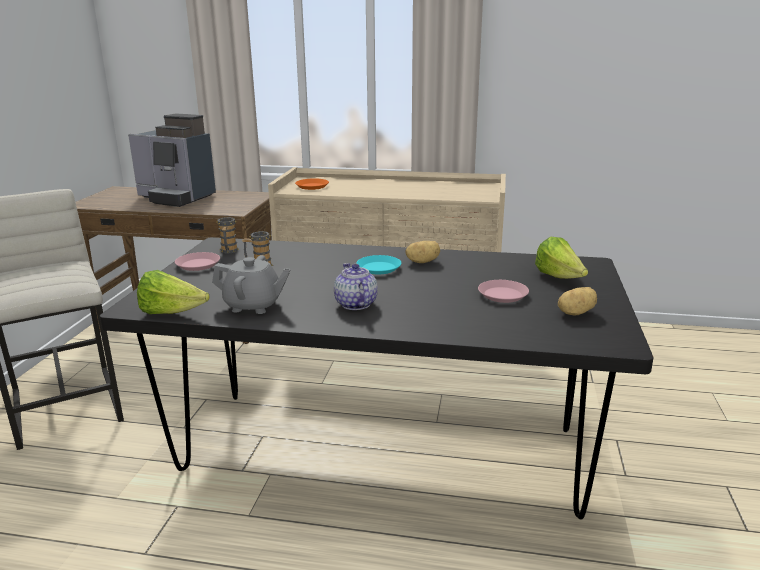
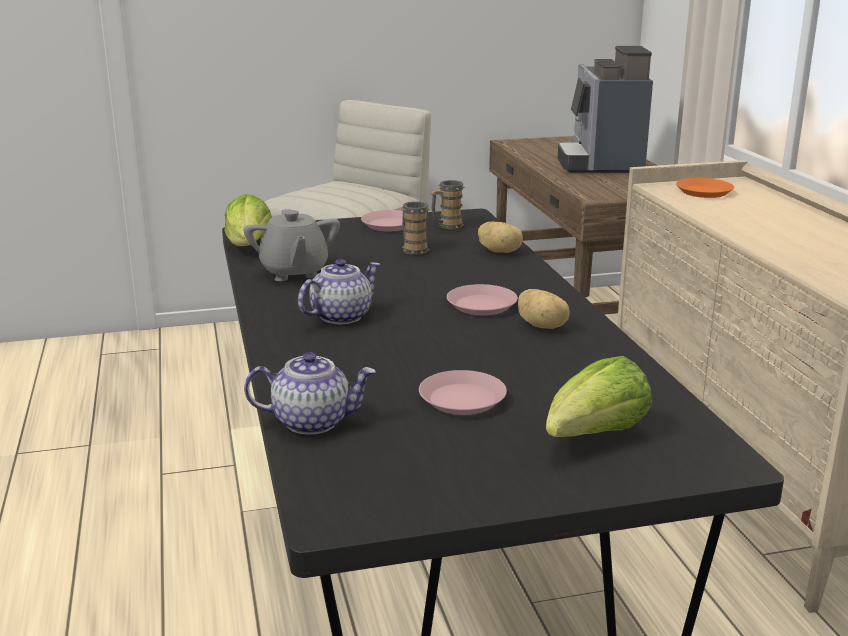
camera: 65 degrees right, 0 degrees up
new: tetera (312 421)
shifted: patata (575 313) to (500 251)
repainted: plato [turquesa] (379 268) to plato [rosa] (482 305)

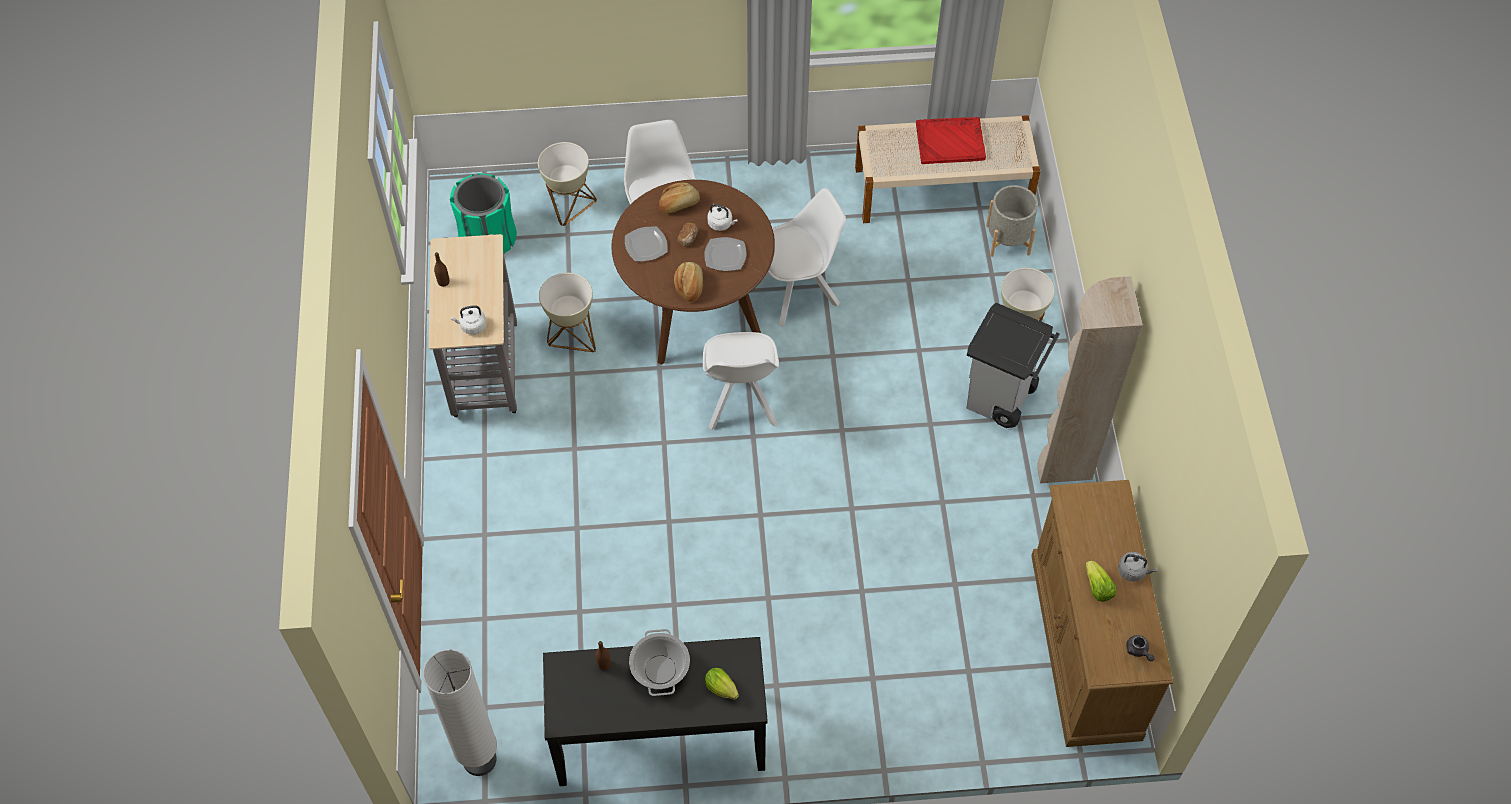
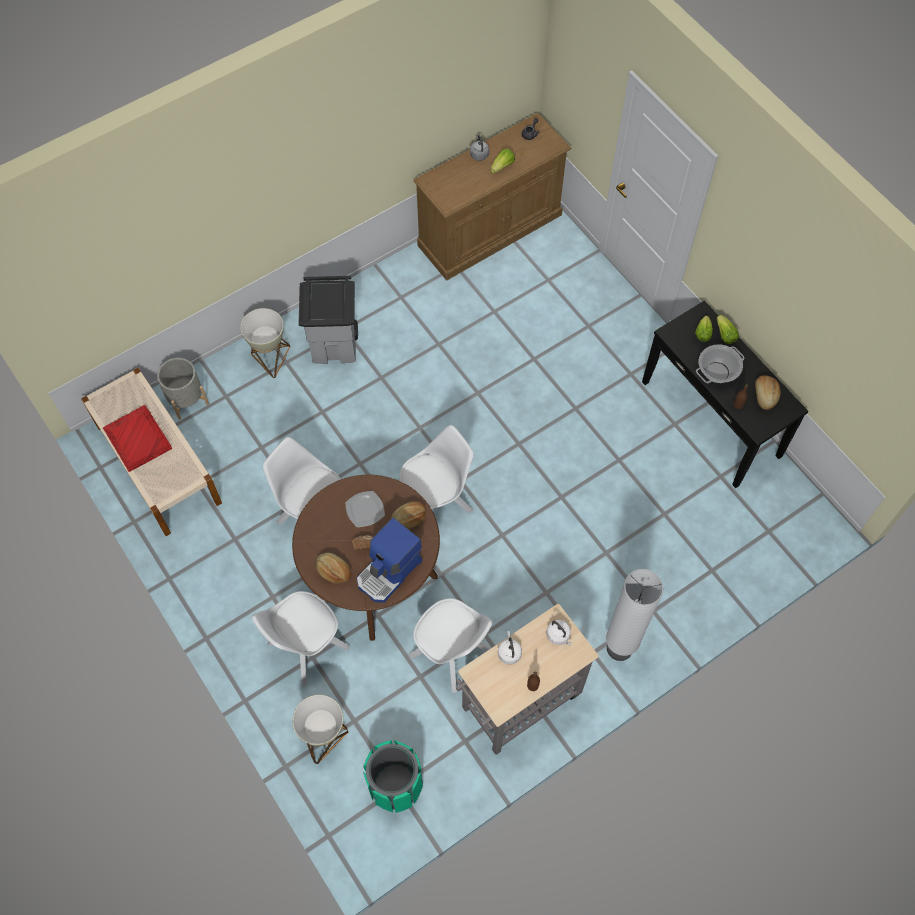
camera: 120 degrees left, 5 degrees up
gone: estantería [beis] (1062 464)
new: lechuga (725 335); pan (764 395)
shifted: hervidor [blanco] (721 224) to (509 652); lámpara de pie [blanco] (479 760) to (619 648)
swapped: plato (646 245) to cafetera (389 572); maceta (572 336) to silla [blanco] (451 654)

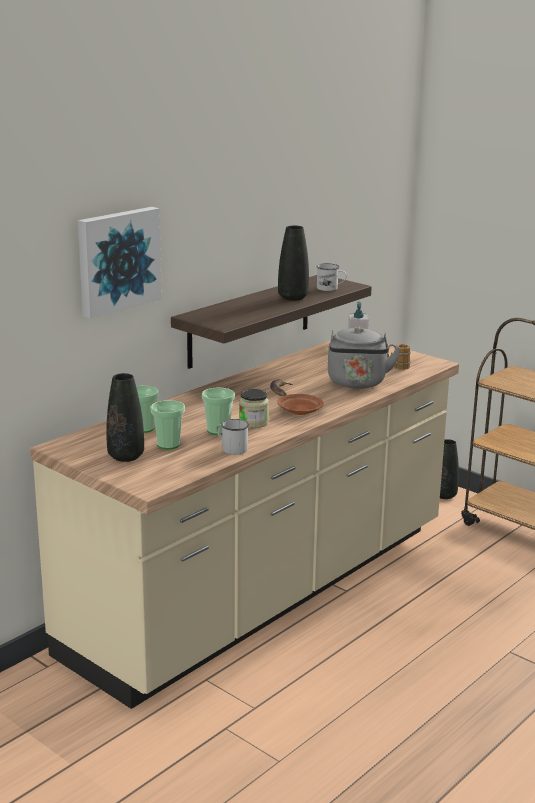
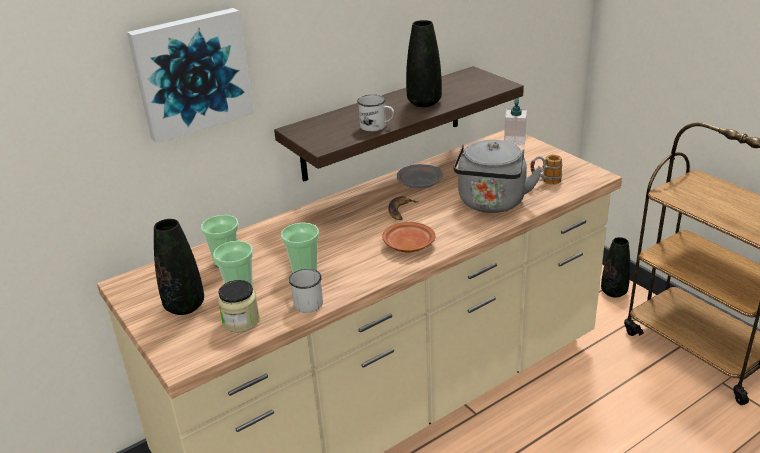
camera: 15 degrees right, 10 degrees up
new: plato [gris] (419 183)
shifted: tarro (253 422) to (241 321); taza grande [blanco] (330 288) to (377 126)

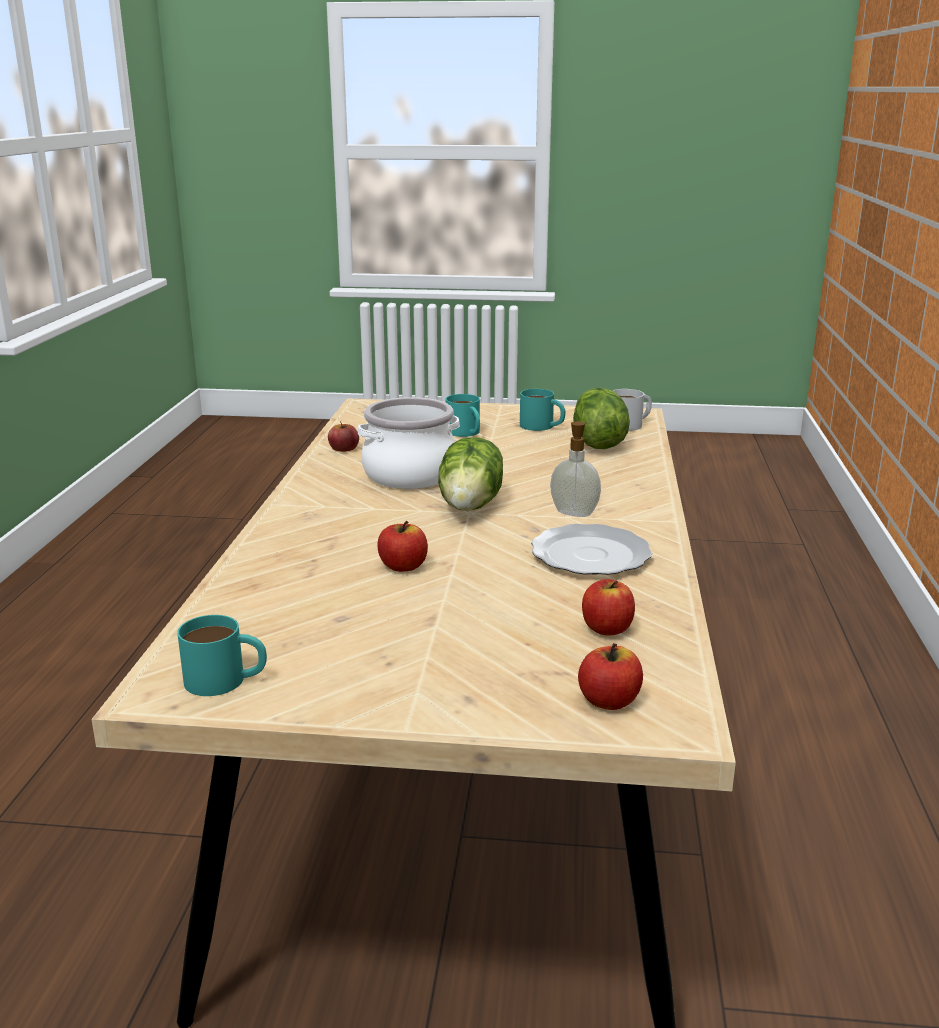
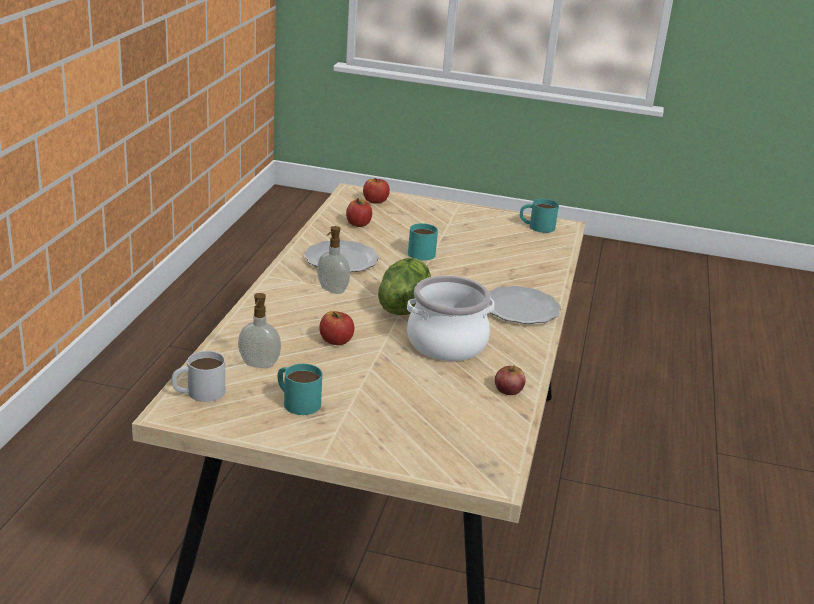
camera: 175 degrees left, 5 degrees up
new: plato (521 309)
shifted: manzana (403 566) to (336 341); taza grande [turquesa] (466 433) to (419 251)
swapped: lechuga (597 443) to dispensador de jabón (259 365)

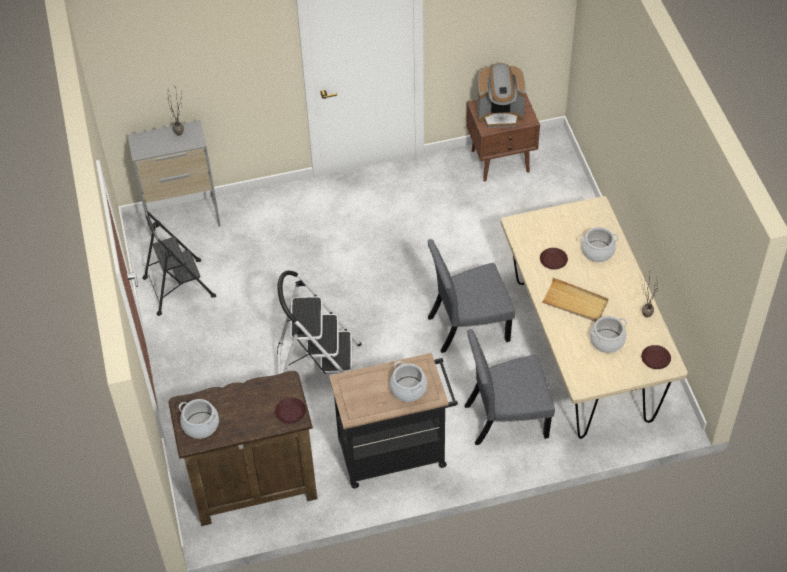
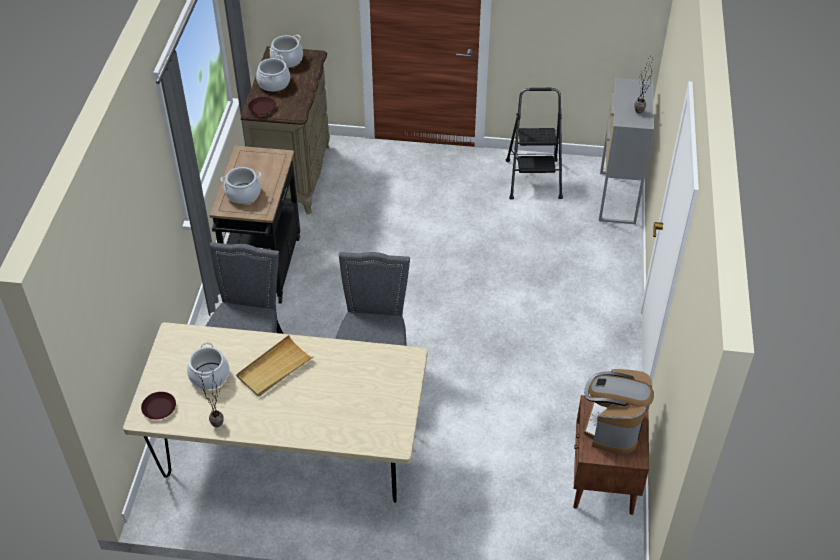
camera: 110 degrees right, 5 degrees down
gone: escalera de tijera (316 369); plato [marrón] (553 260)
shifted: olla (597 251) to (273 83)

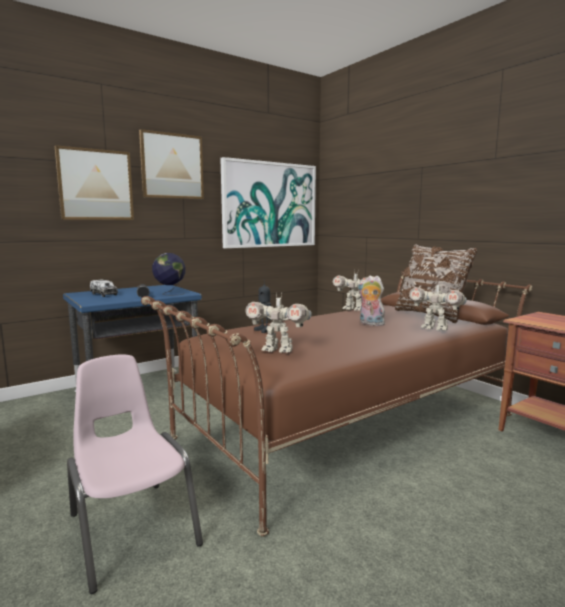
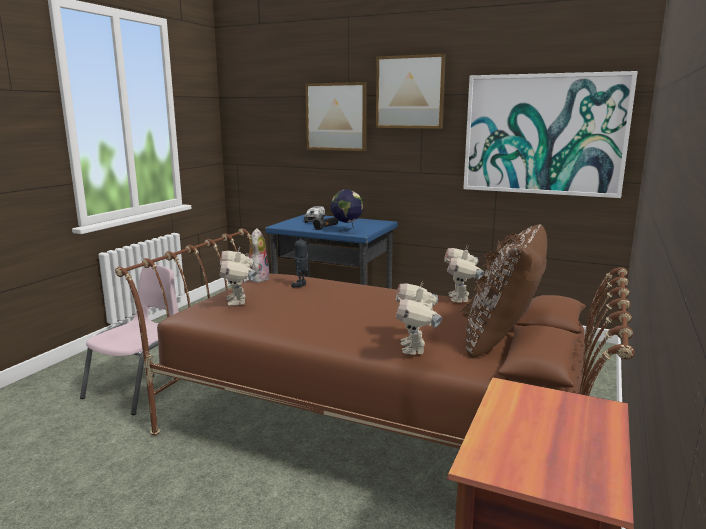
camera: 60 degrees right, 5 degrees up
shifted: peluche (370 324) to (257 278)

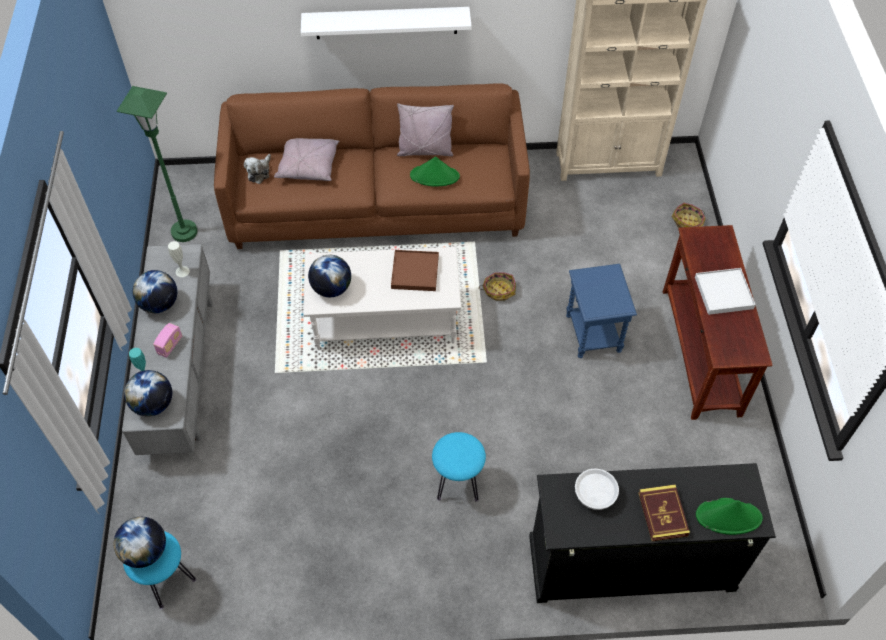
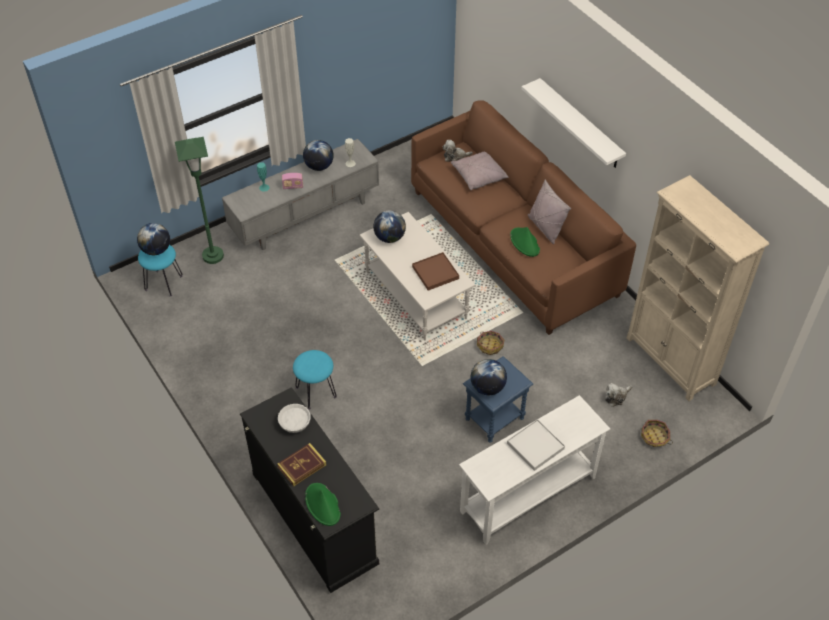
camera: 60 degrees right, 5 degrees down
new: peluche (616 397)
shifted: lámpara de pie [verde] (184 232) to (213 256); globo terráqueo (154 404) to (487 387)
repainted: mesa consola [marrón] (701 352) to mesa consola [blanco] (528 495)

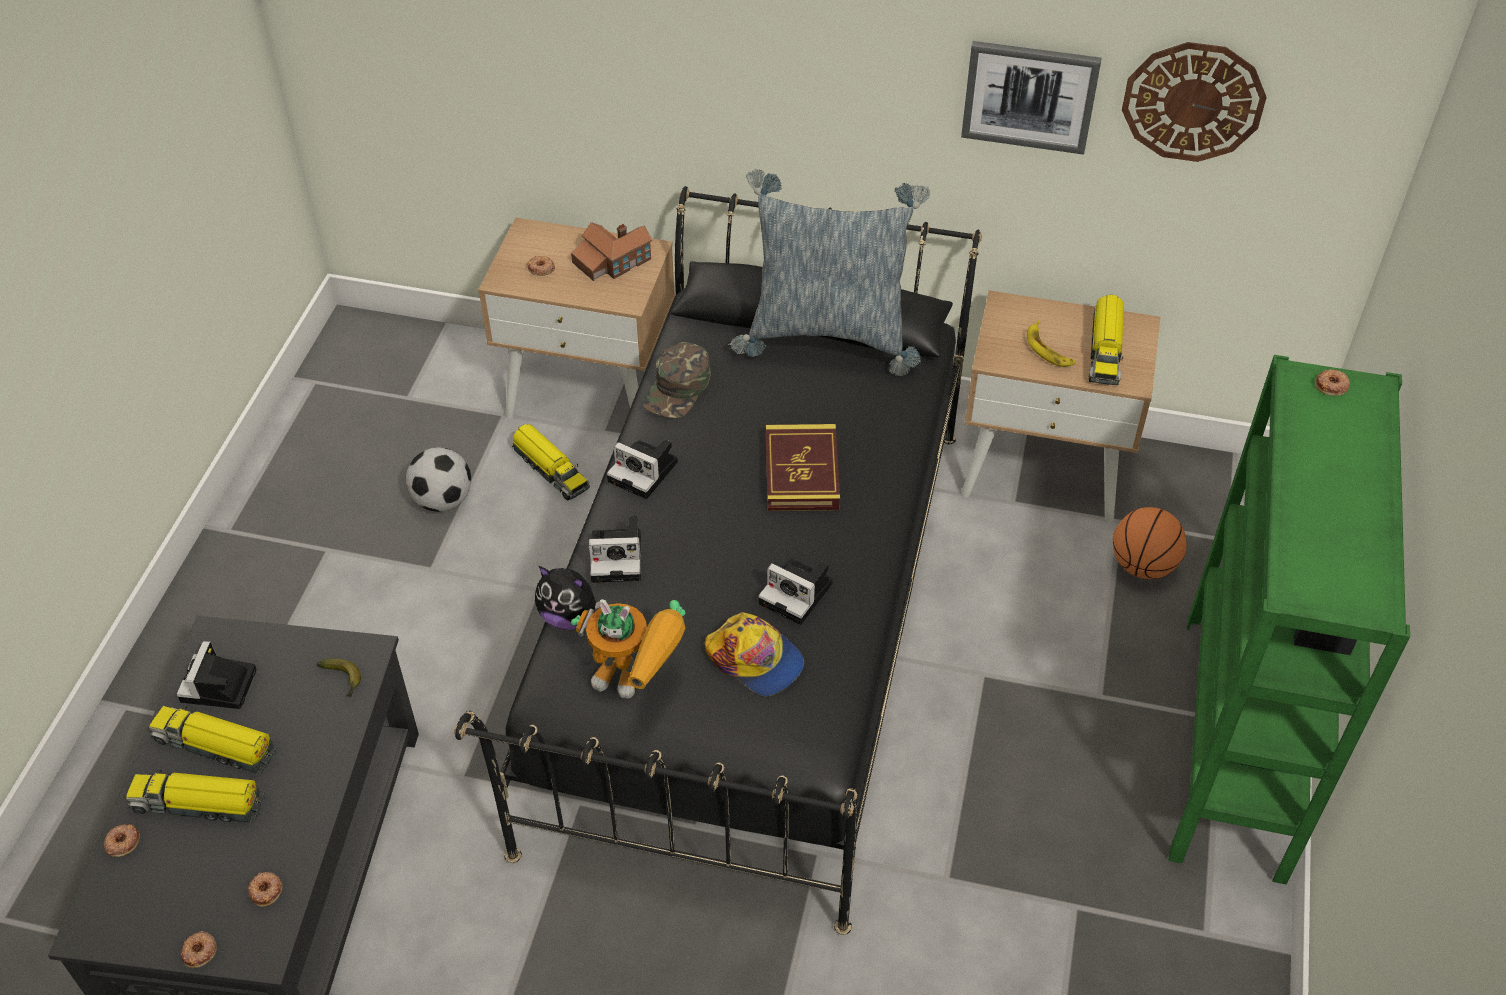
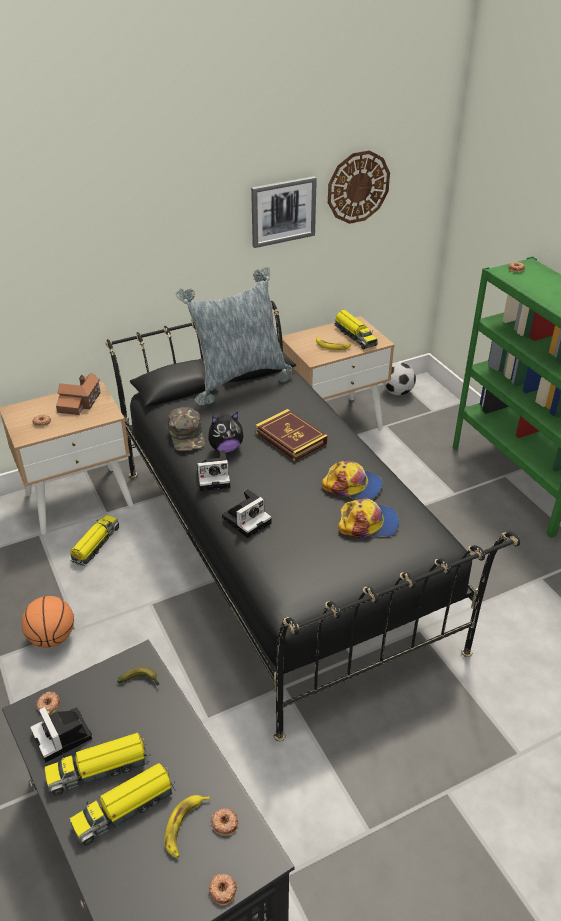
camera: 40 degrees left, 10 degrees down
gone: robot de juguete (637 680)
new: plátano (185 826)
shifted: balón de baloncesto (1143 565) to (52 637); rosquilla (122 842) to (48 705); peluche (570 617) to (226 448); balón de fútbol (443 500) to (397 392)
swapped: cámara (798 594) to gorra (353 486)
rotated: camión de juguete (550 469) = (95 545) 75 degrees counterclockwise

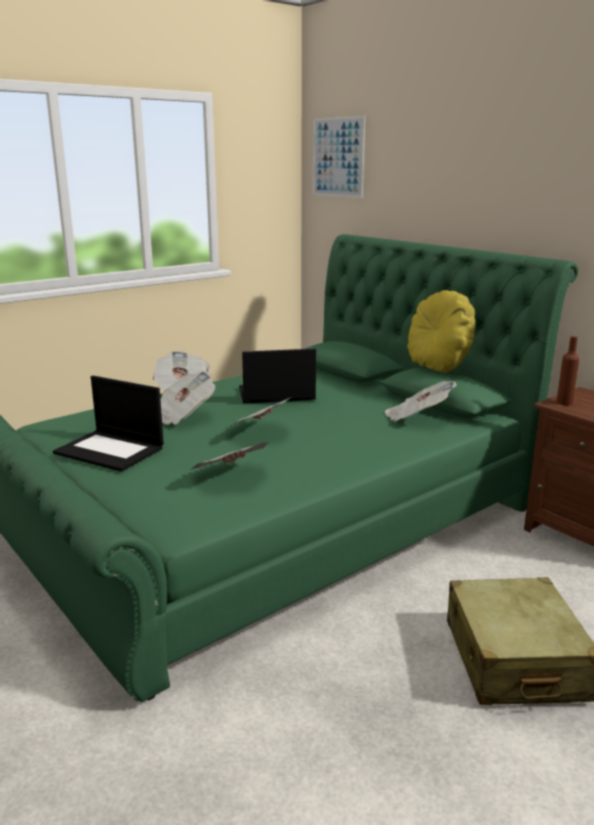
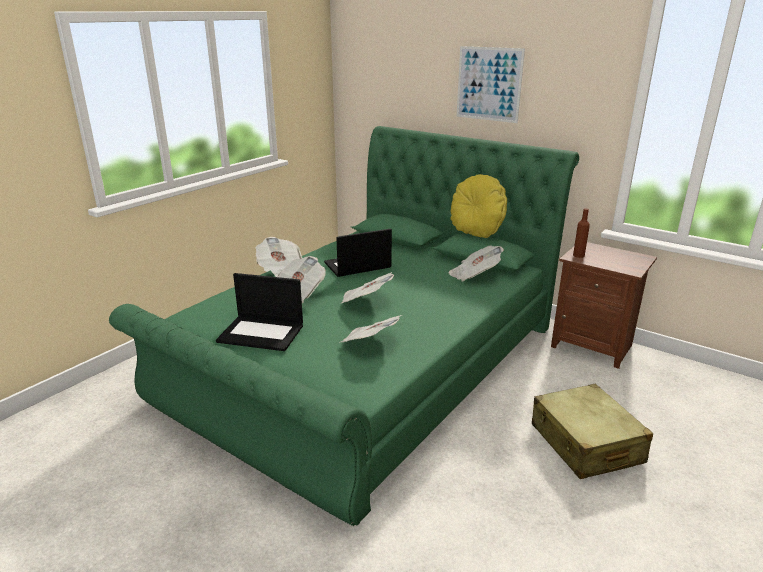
camera: 15 degrees left, 5 degrees up
shifted: cuadro (337 157) to (489 84)

